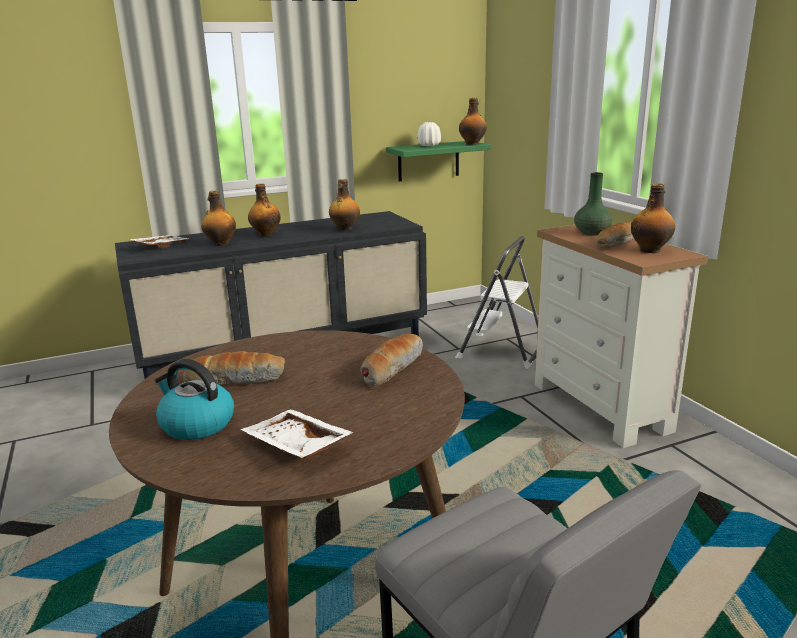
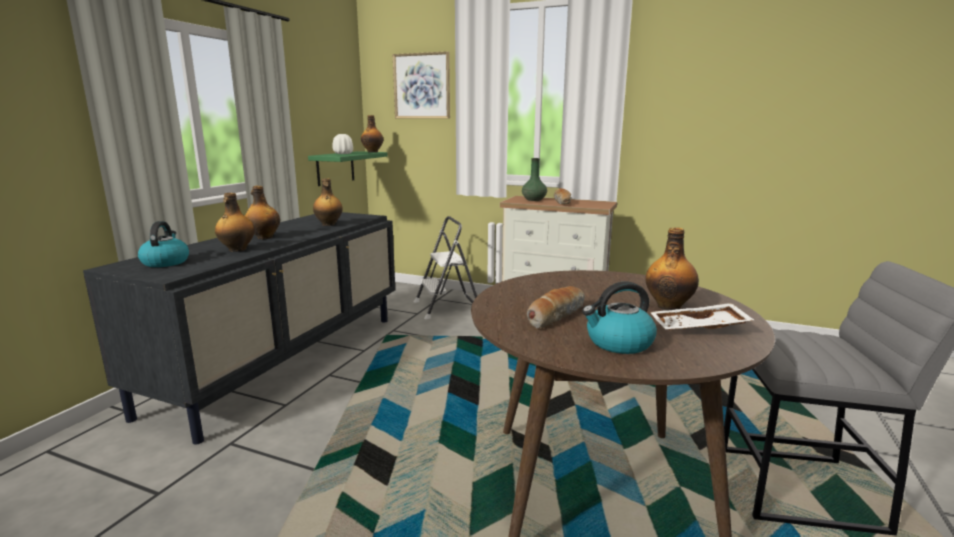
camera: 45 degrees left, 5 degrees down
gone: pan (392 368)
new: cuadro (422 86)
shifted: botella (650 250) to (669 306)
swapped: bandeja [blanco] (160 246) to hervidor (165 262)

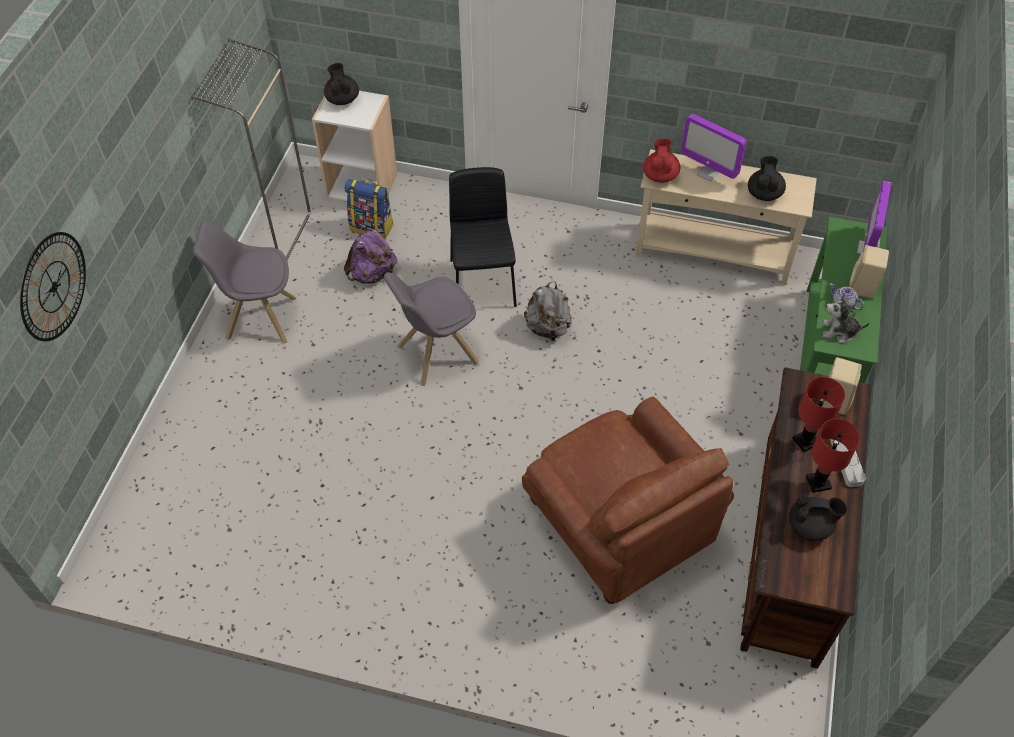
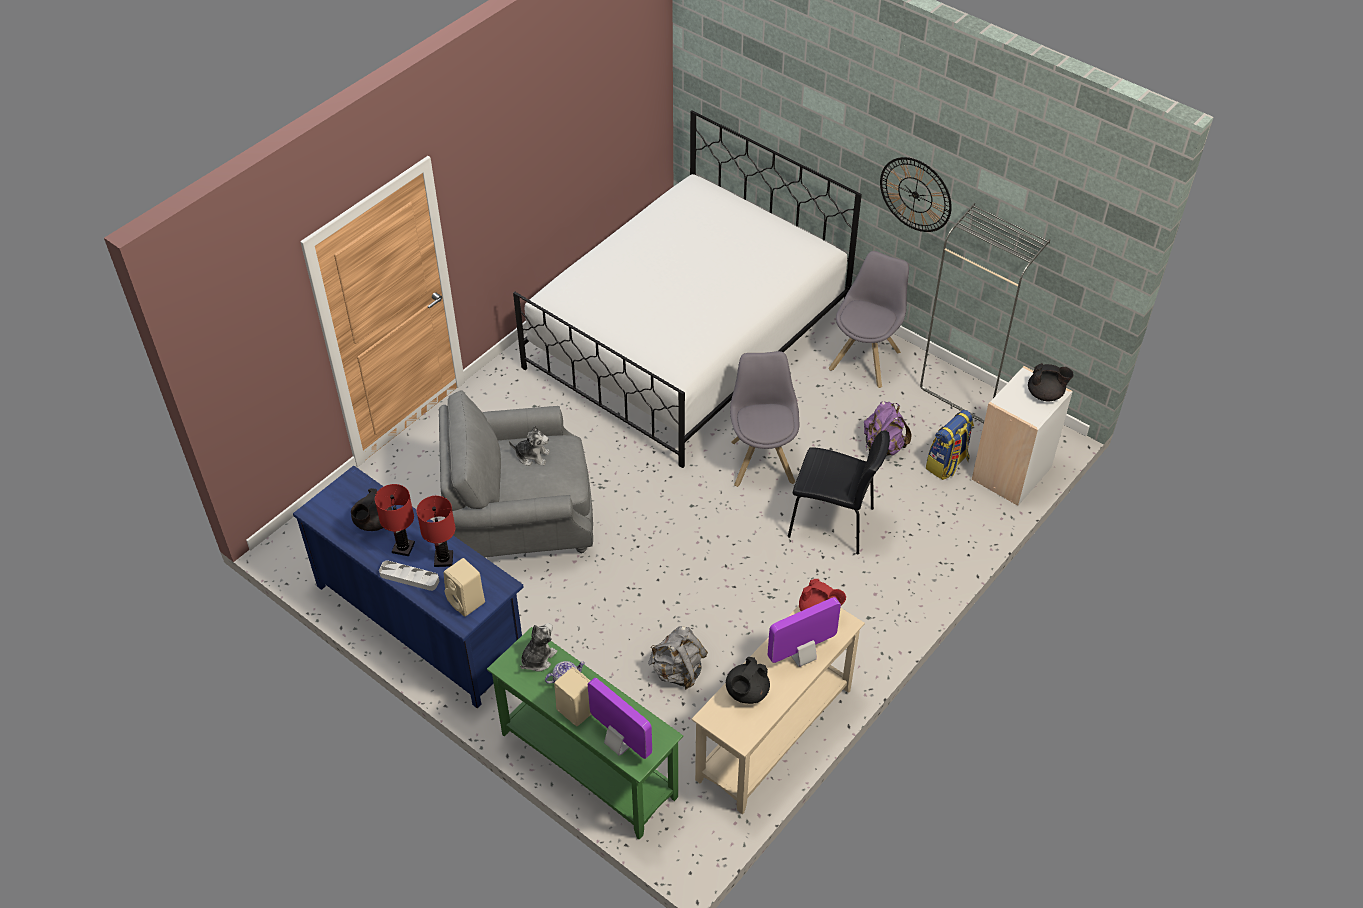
camera: 115 degrees right, 5 degrees down
new: peluche (532 456); cama [blanco] (688 340)
shifted: mochila [gris] (548 328) to (678 671); reloj de pared (53 286) to (915 194)
repainted: cómoda [marrón] (788 547) to cómoda [azul] (420 621); sillón [marrón] (618 522) to sillón [gris] (520 518)
rotated: tetera [negro] (764 193) = (746 692) 90 degrees clockwise

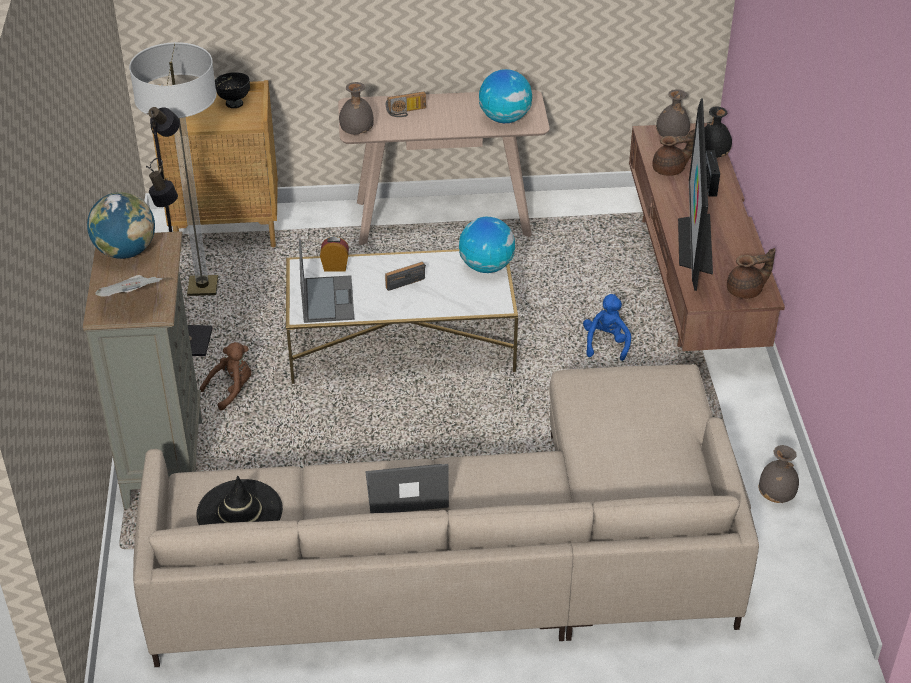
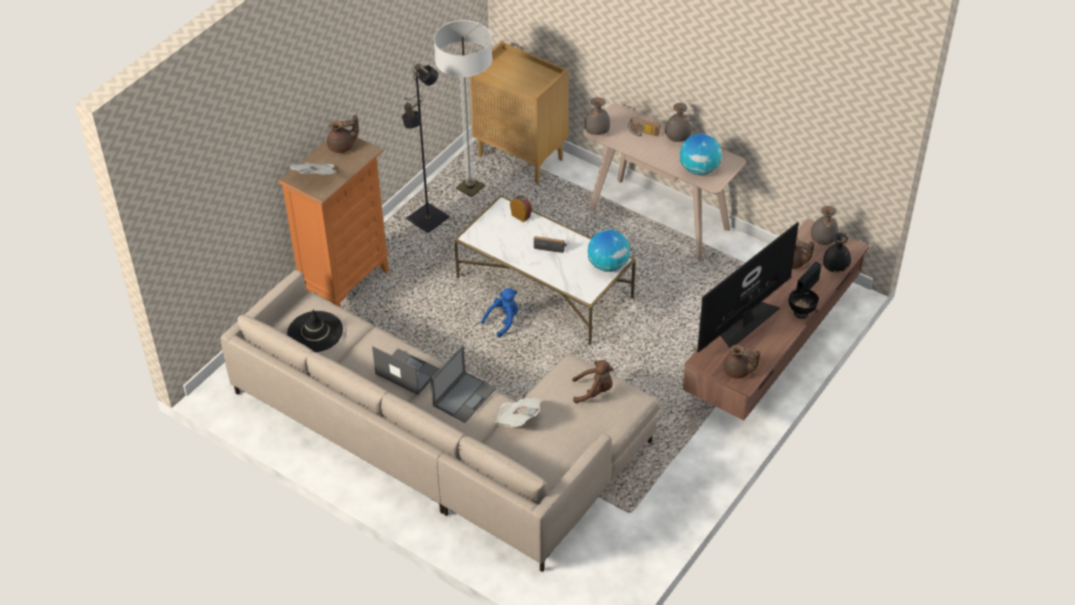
camera: 40 degrees right, 5 degrees up
new: periódico (517 419)
shifted: portátil (327 299) to (464 396); peluche [azul] (606 343) to (503 321); peluche [marrón] (231 390) to (594 391); florero [gris] (776 496) to (677 139); cuenco [negro] (234 103) to (801 312)
swapped: globo terráqueo (125 251) to tetera [marrón] (342 147)
repainted: cómoda [gris] (167 461) to cómoda [naranja] (347 285)

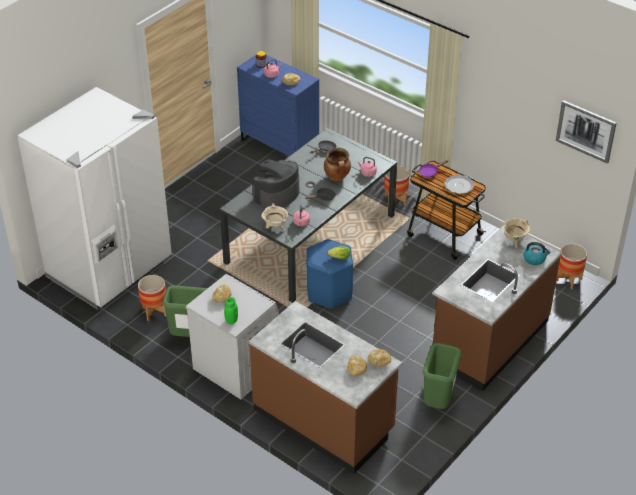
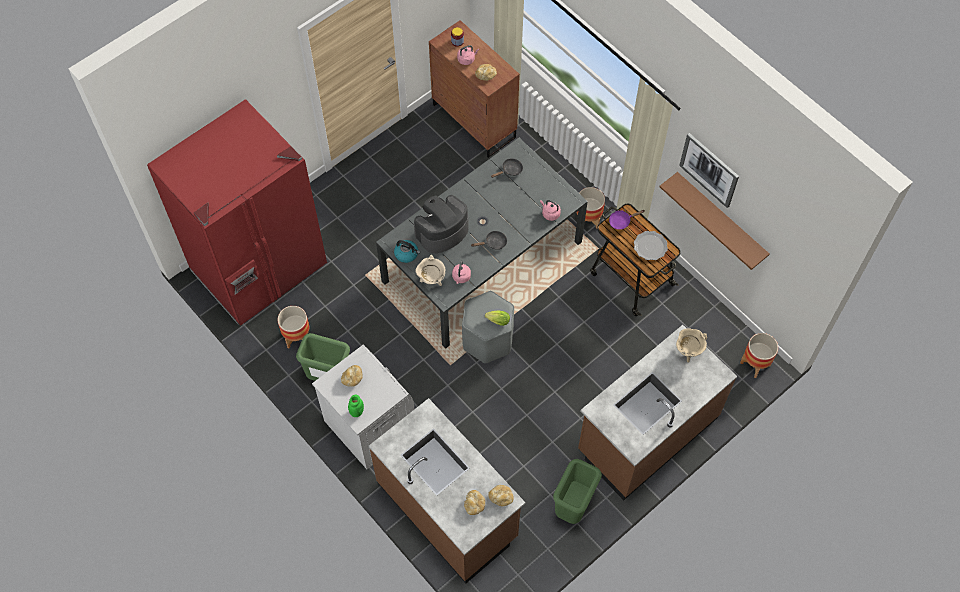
camera: 10 degrees right, 20 degrees up
gone: olla (337 178)
new: estante [marrón] (720 219)
shifted: hervidor (534 259) to (407 254); cuadro (586 131) to (709 169)
repainted: nevera [blanco] (110 267) to nevera [rojo] (260 268); cómoda [azul] (280 147) to cómoda [marrón] (475 121); taburete [azul] (329 292) to taburete [gris] (487 340)

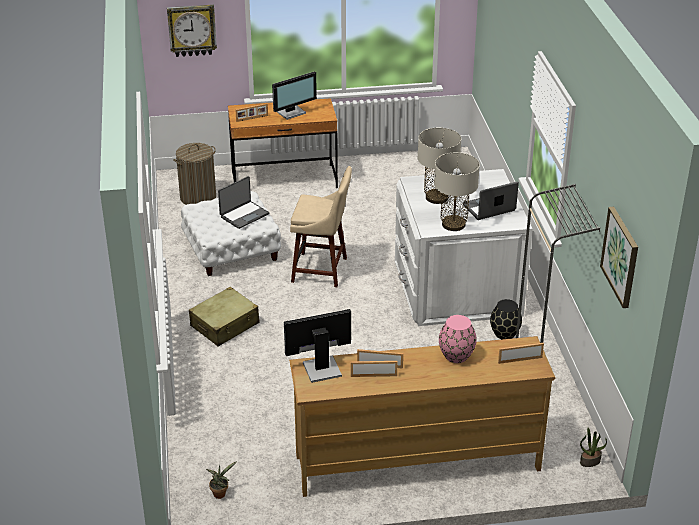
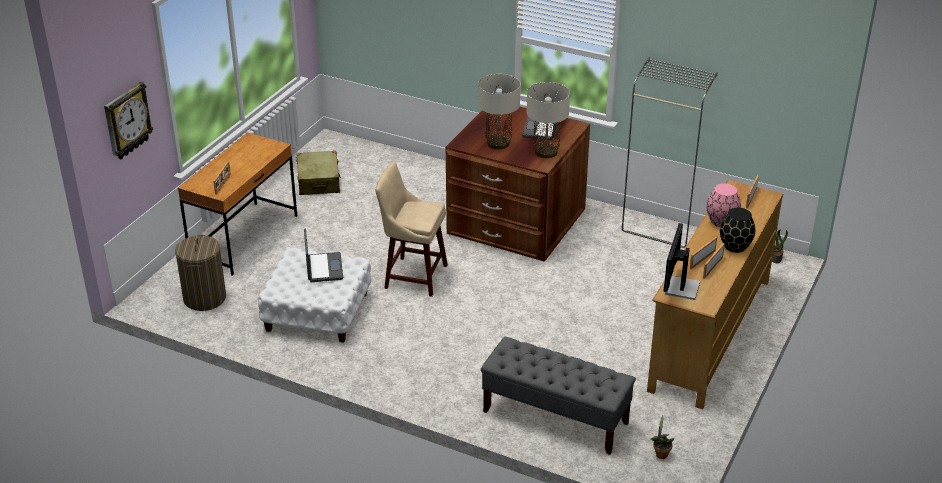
camera: 55 degrees left, 0 degrees up
gone: monitor (291 112); cuadro (621 256)
new: banco [gris] (555 417)
shifted: maleta [beis] (225 325) to (318 181); florero [negro] (505 334) to (735 246)
repainted: cómoda [blanco] (457 288) to cómoda [marrón] (516 221)
rotated: silla [beis] (323 270) = (412 275) 120 degrees counterclockwise

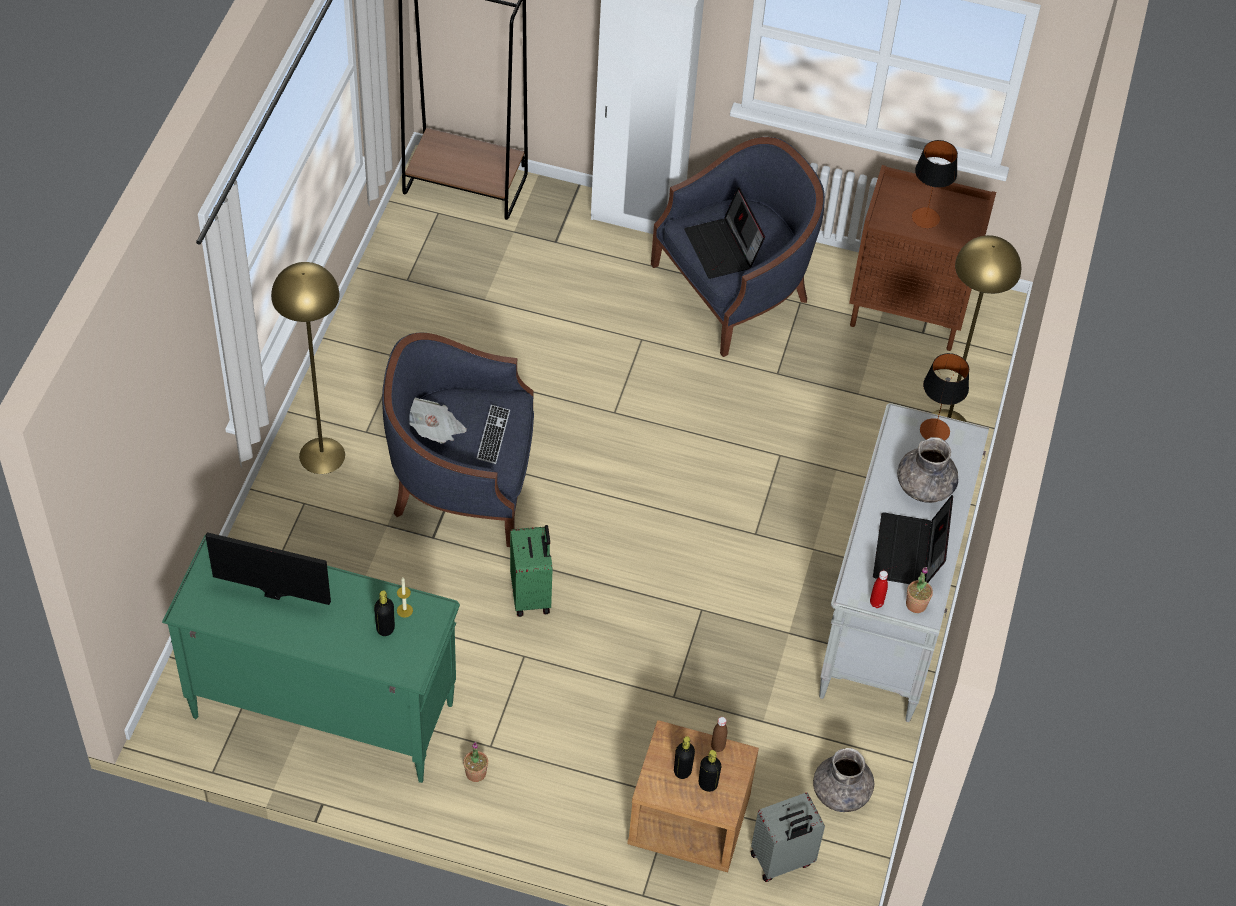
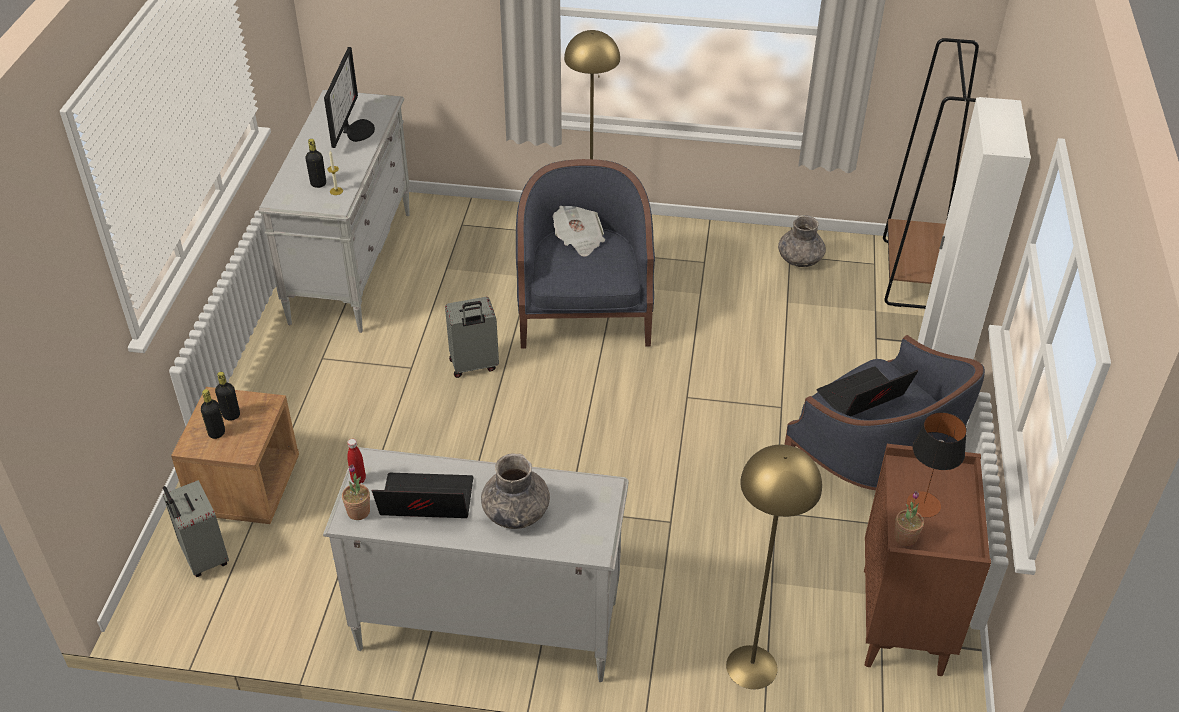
camera: 85 degrees right, 10 degrees down
gone: teclado (493 435); botella [marrón] (718 746); lámpara de mesa (934 431)
shifted: florero [gris] (841 792) to (800 259); planta en maceta (476 773) to (905 537)
repainted: cómoda [verde] (322 708) to cómoda [blanco] (353 266); maleta [verde] (532 595) to maleta [gris] (474 366)

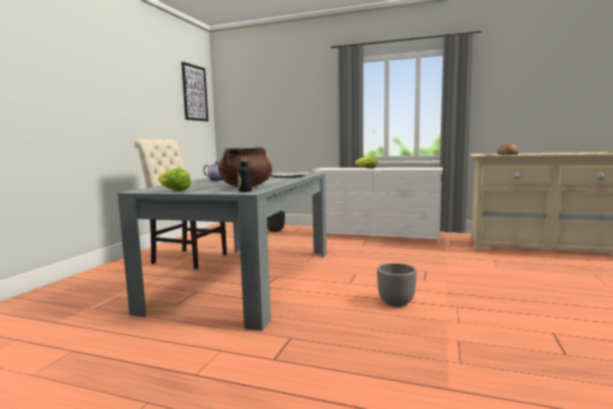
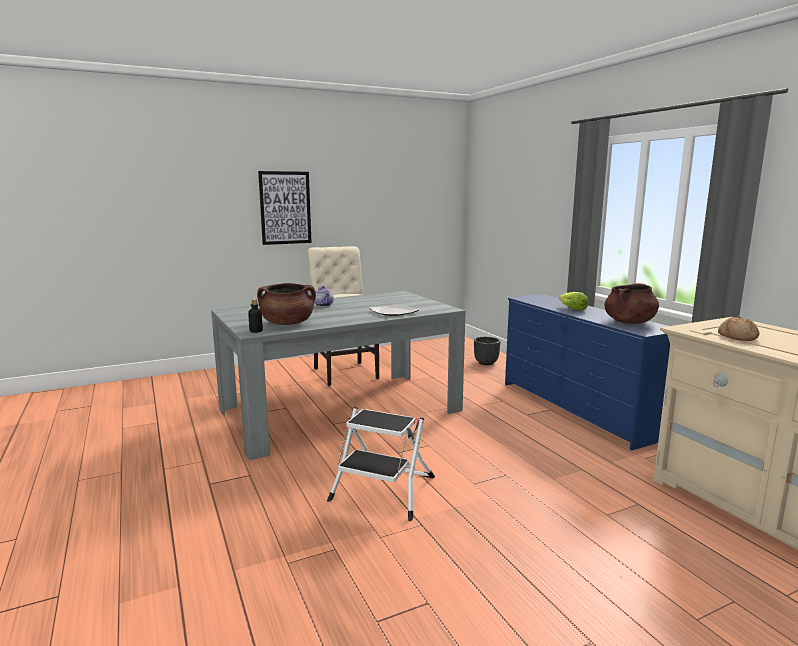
camera: 45 degrees right, 5 degrees up
gone: lechuga (173 190)
new: olla [marrón] (629 322)
shifted: cuadro (194 93) to (285 208)
swapped: maceta [gris] (396 302) to escalera de tijera (384 490)
repainted: cómoda [blanco] (376 236) to cómoda [azul] (576 409)

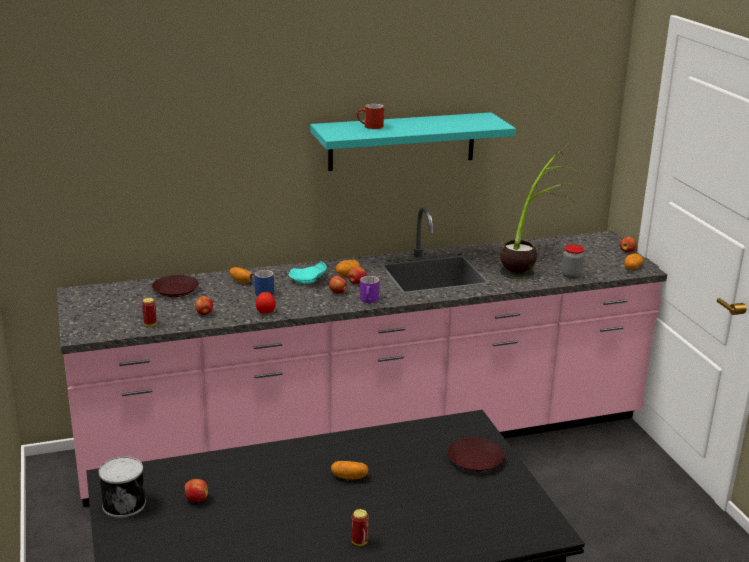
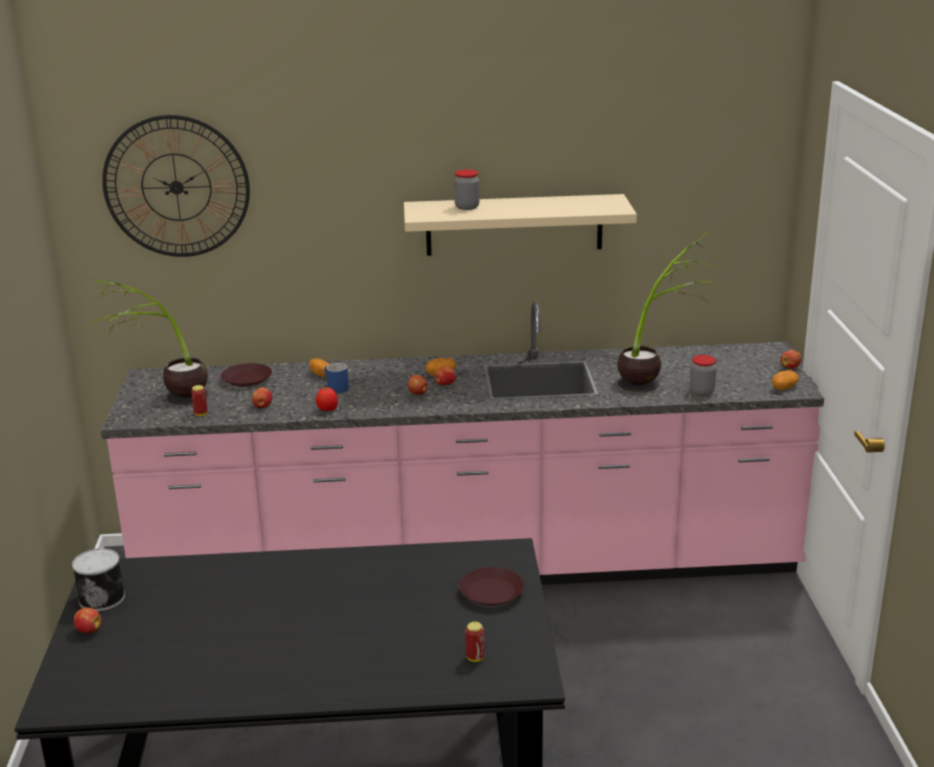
camera: 15 degrees right, 0 degrees up
gone: plato [turquesa] (308 280); patata (349 477); taza grande [morado] (369 301)
new: planta en maceta (164 403); reloj de pared (176 187)
shifted: manzana (196 499) to (88 630); lata (359 542) to (475 658)
swapped: taza grande [rojo] (370 127) to tarro (467 207)
repainted: estante [turquesa] (402 141) to estante [beis] (514 225)

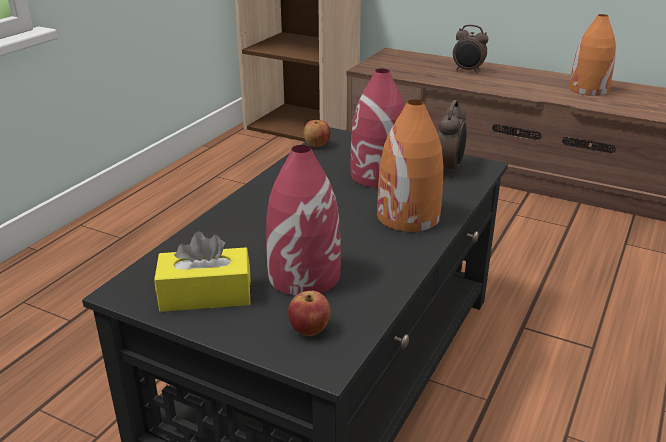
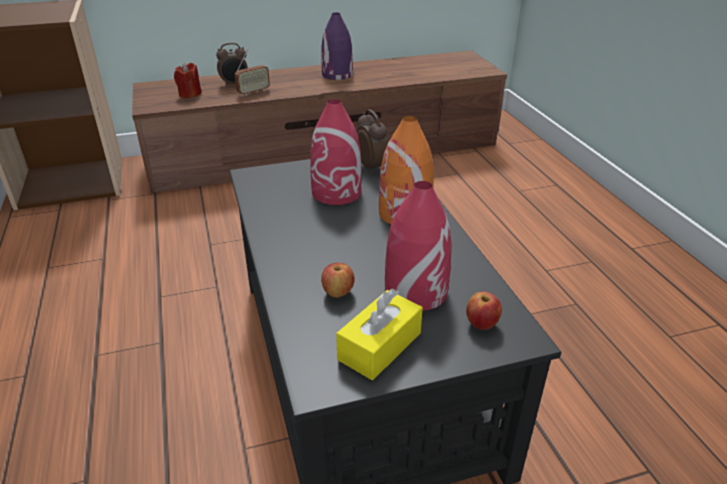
camera: 45 degrees left, 5 degrees up
new: vela [rojo] (190 94); radio (253 92)
shifted: manzana (317 145) to (337 292)
repainted: florero [naranja] (588 89) to florero [morado] (337 75)

